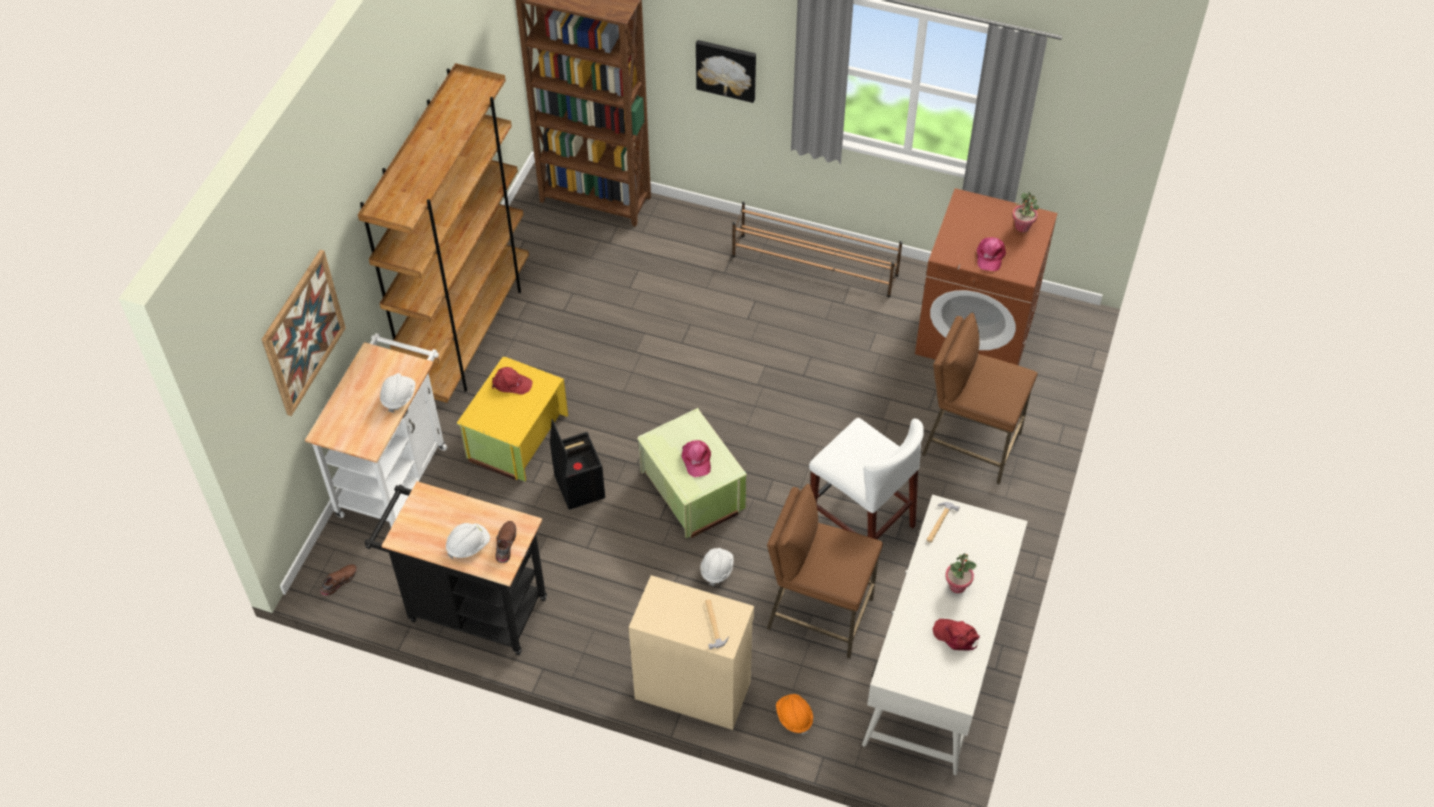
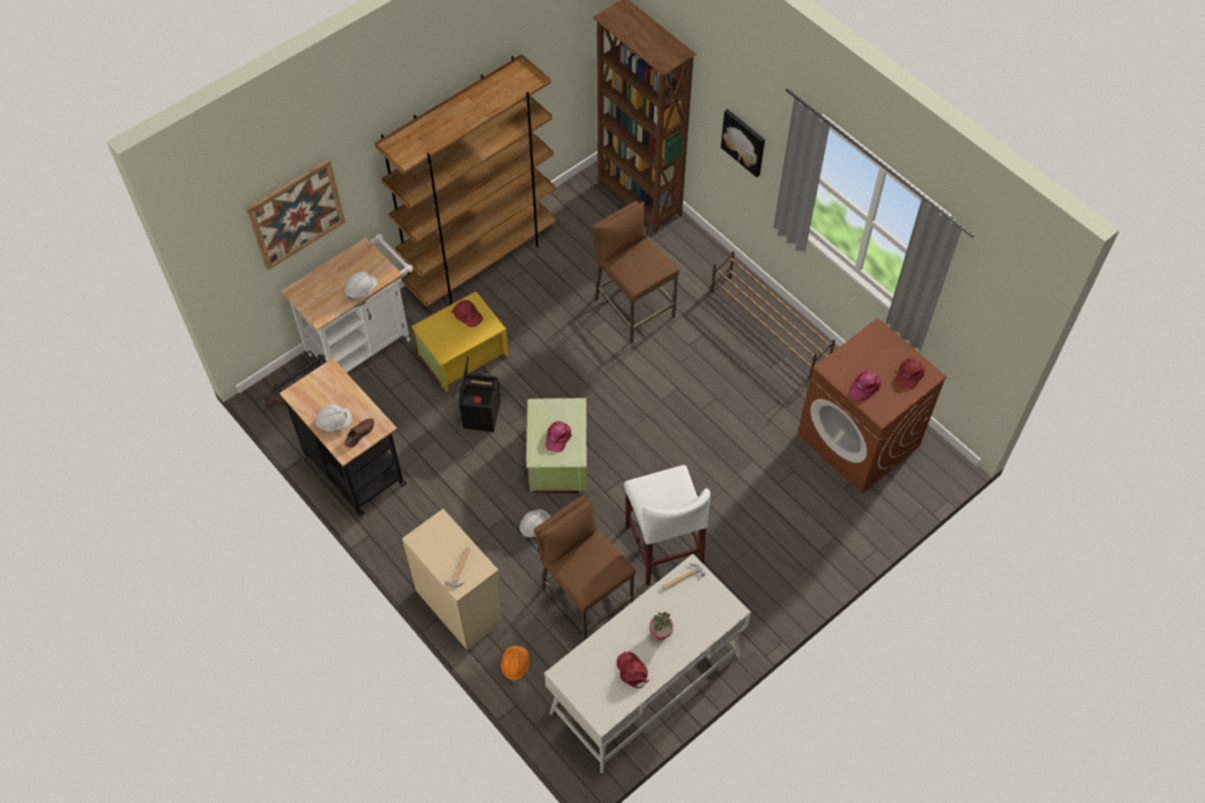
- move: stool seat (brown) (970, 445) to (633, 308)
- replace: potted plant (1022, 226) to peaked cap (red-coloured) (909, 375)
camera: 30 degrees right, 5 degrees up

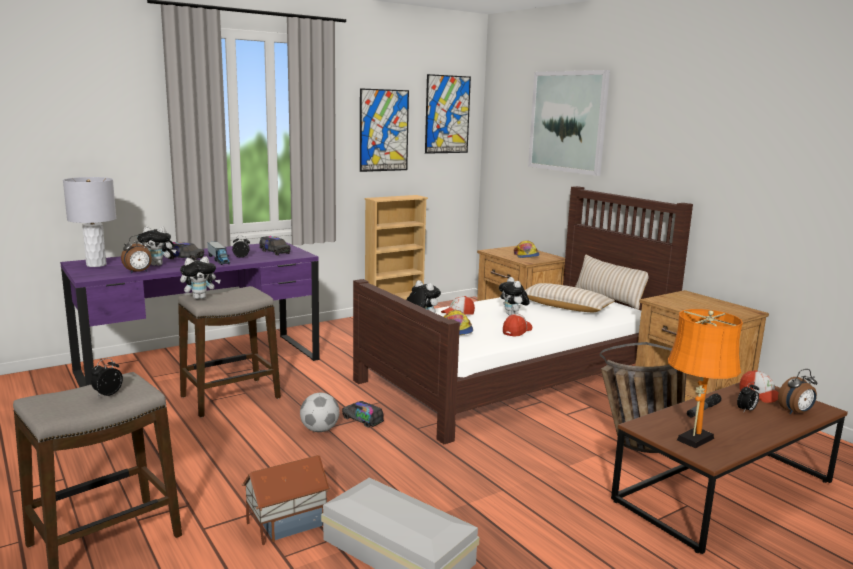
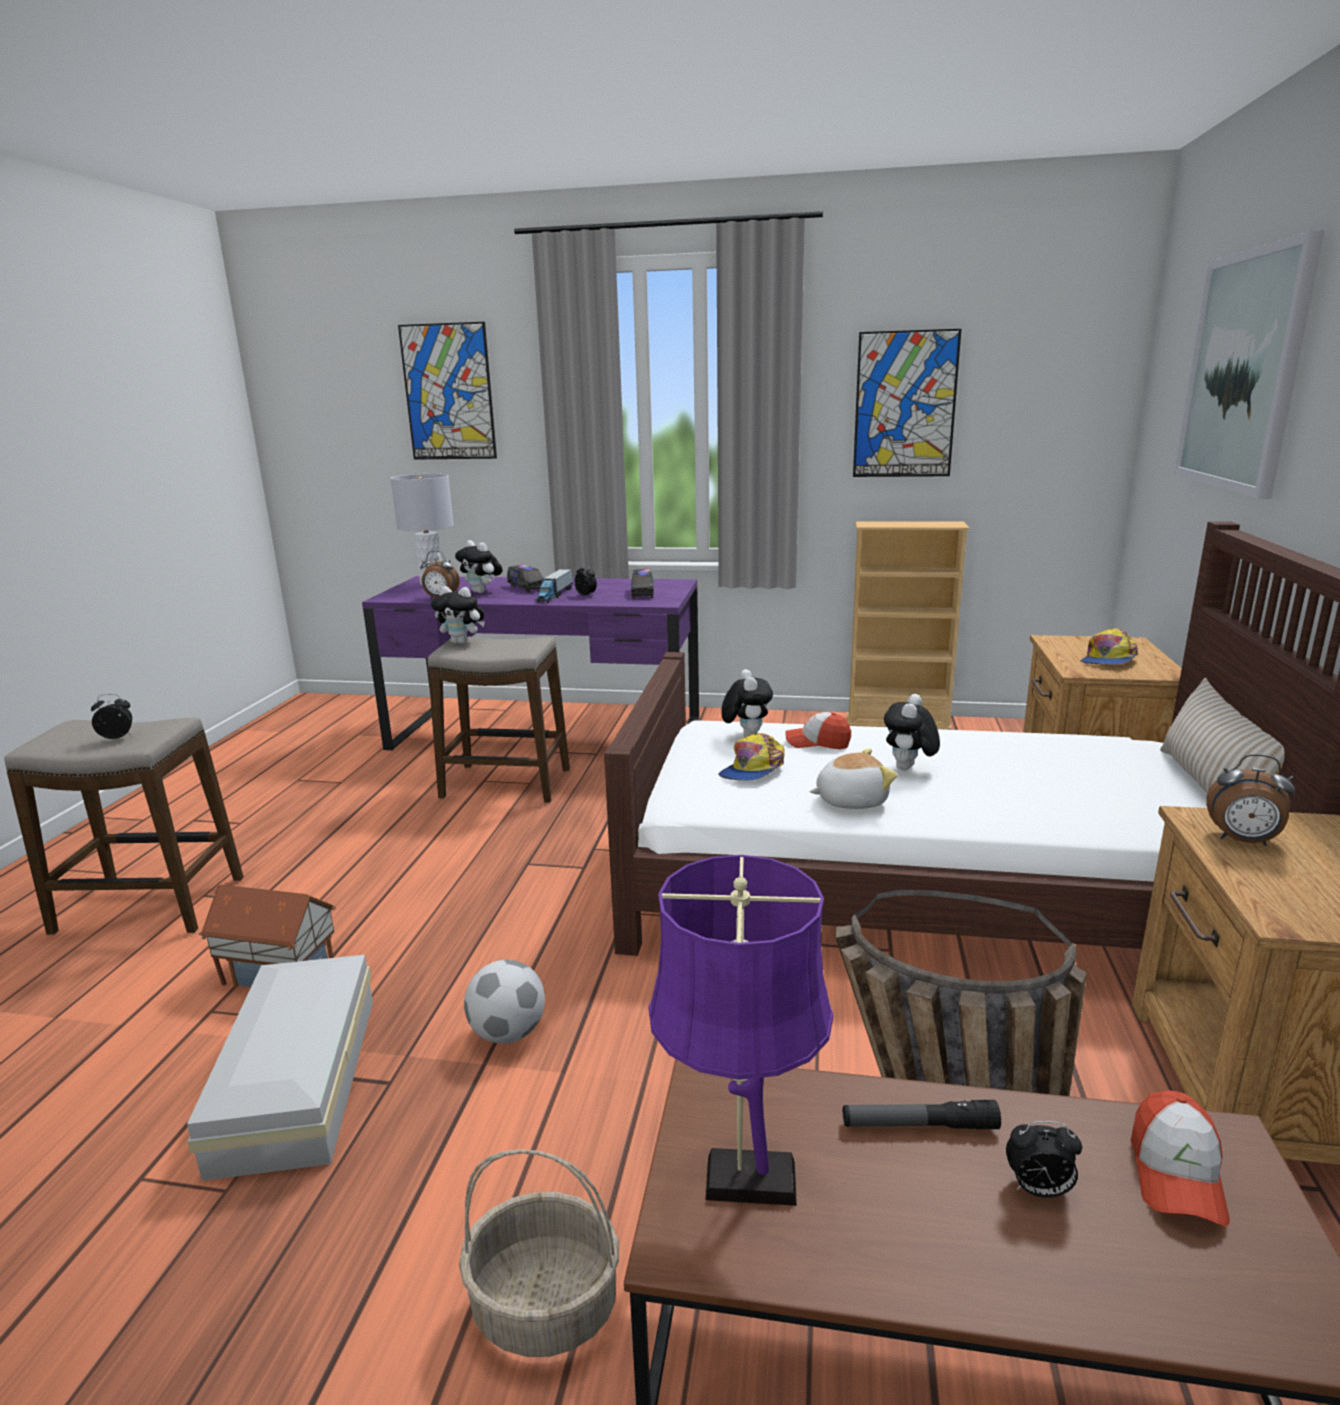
- move: ball for football (319, 430) to (508, 1033)
- delete: toy truck (362, 420)
- move: wall picture (447, 114) to (448, 392)
- replace: peaked cap (517, 331) to cuddly toy (850, 800)
- delete: cushion (sand-coloured) (565, 307)
- recolor: table lamp (orangey) (693, 440) to table lamp (purplish) (740, 1179)
- move: bedside clock (796, 412) to (1242, 841)
- insert: household basket (543, 1307)
camera: 45 degrees right, 5 degrees up

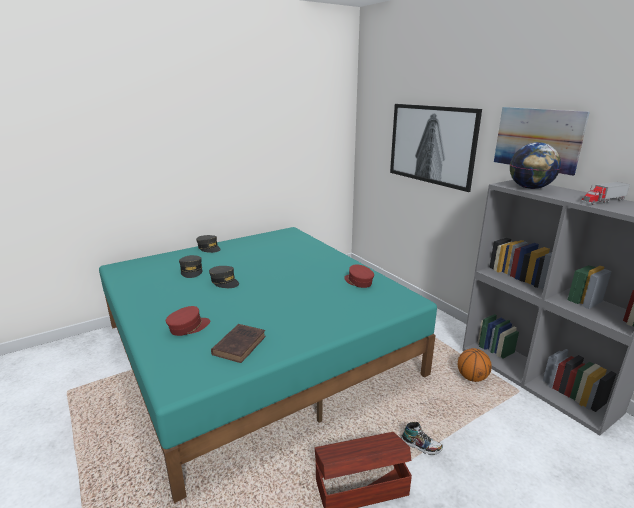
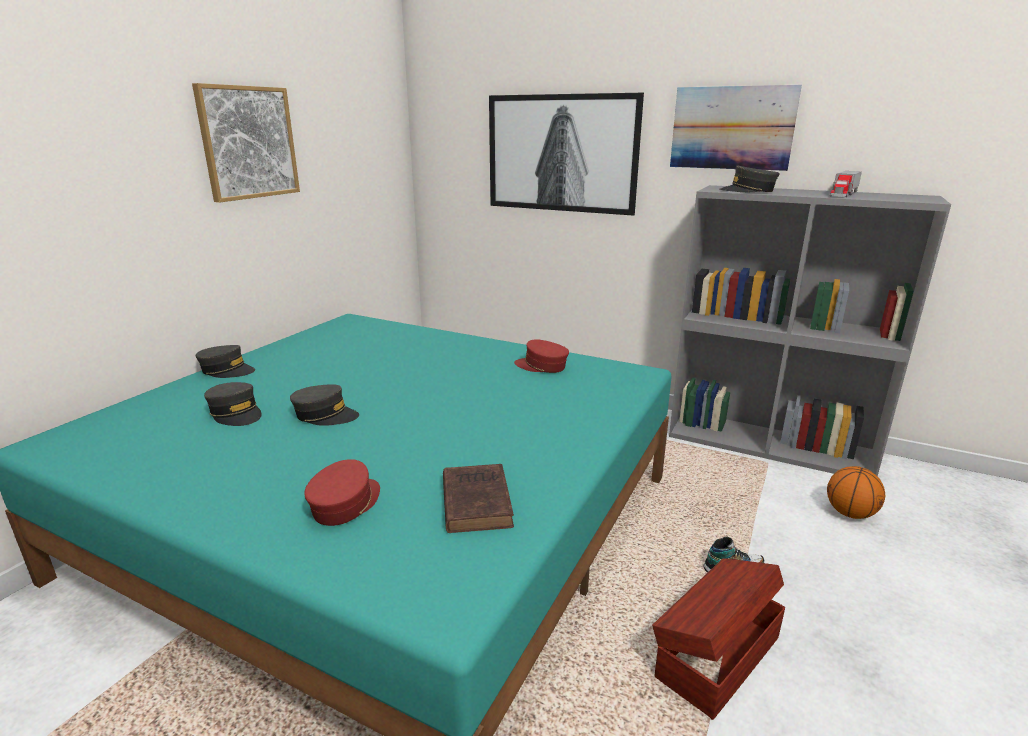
- move: ball for basketball (472, 378) to (850, 513)
- replace: world globe (530, 188) to peaked cap (gray) (748, 191)
- insert: wall picture (248, 143)
camera: 30 degrees left, 0 degrees up

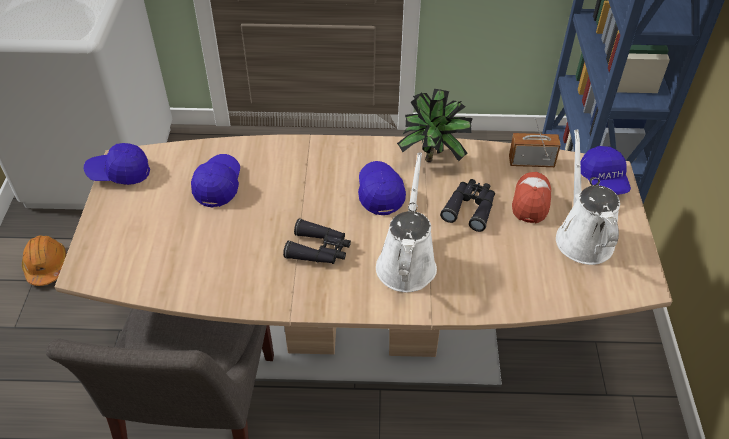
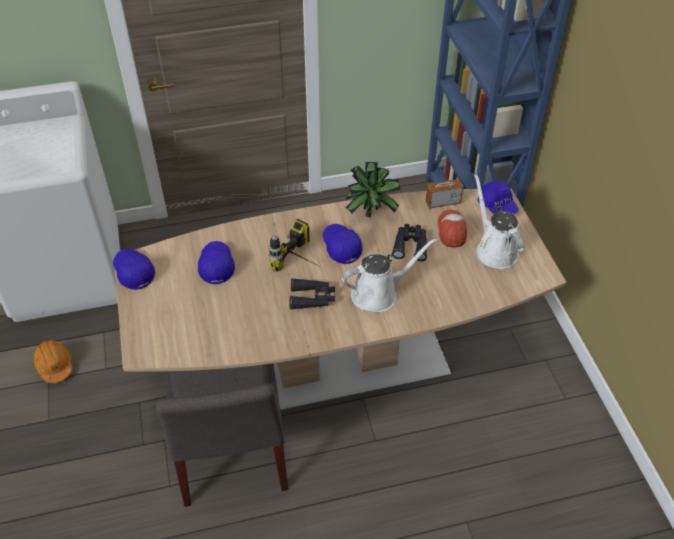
- rotate: peaked cap (blue-coloured) (119, 173) = (134, 273) 75 degrees clockwise
- rotate: watering can (white) (406, 262) = (378, 293) 75 degrees clockwise
- insert: electric drill (302, 264)
camera: 15 degrees left, 0 degrees up

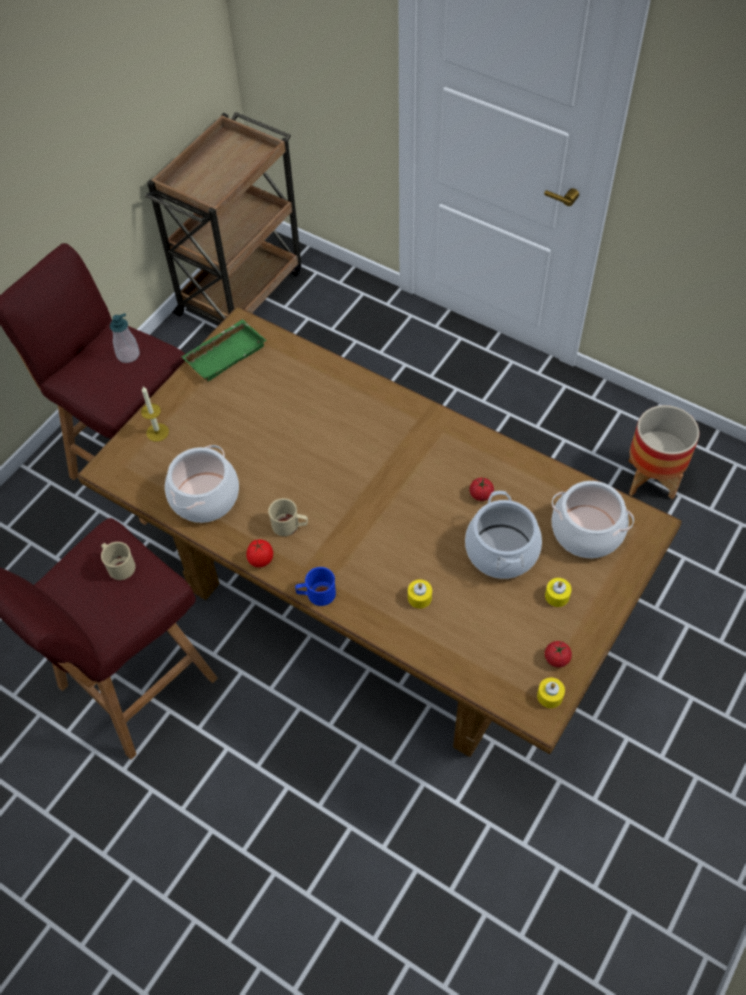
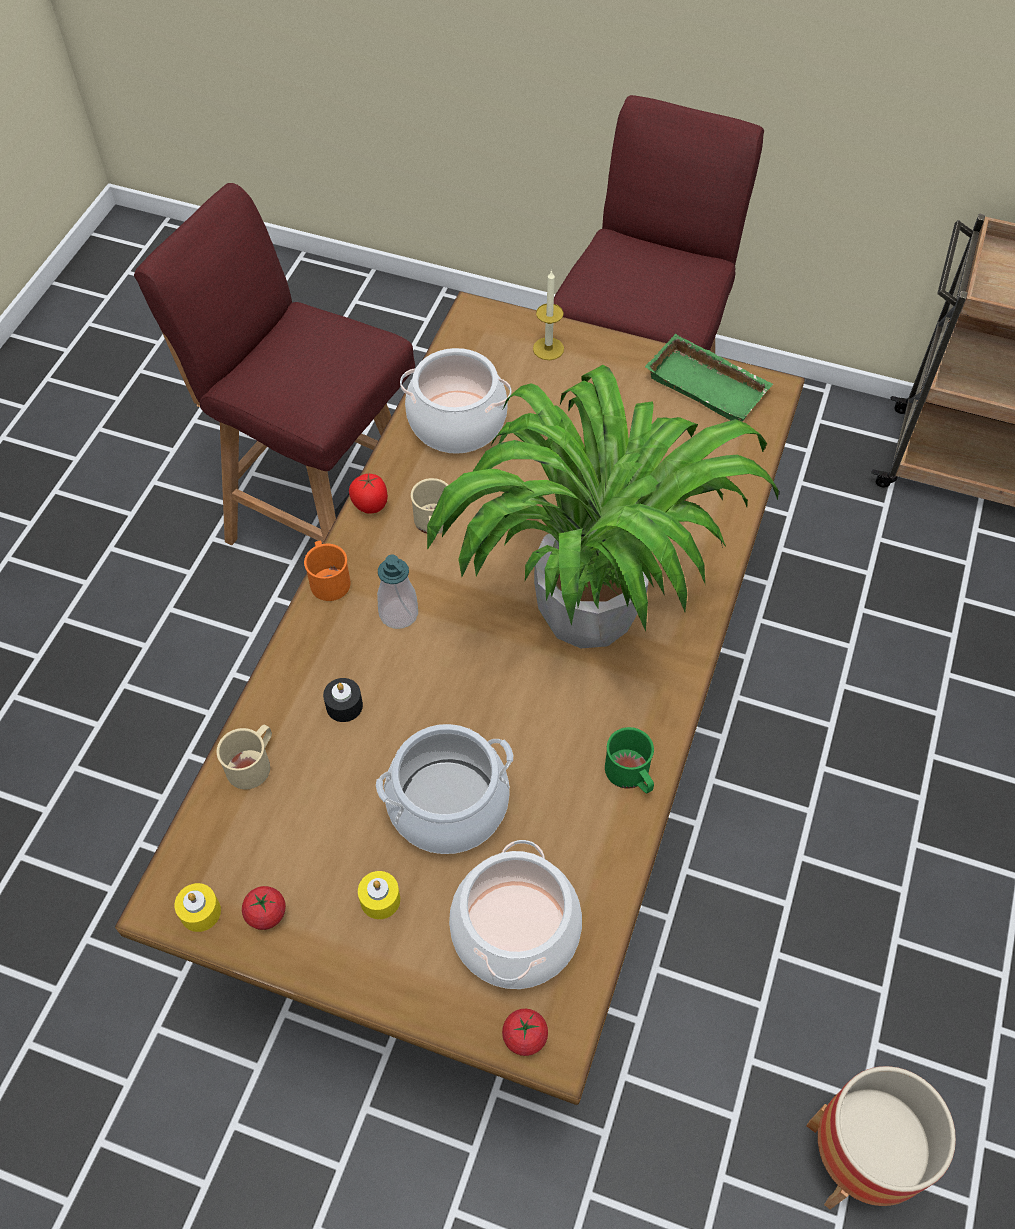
- move: tea mug (sand-coloured) (118, 565) to (253, 763)
- move: soap dispenser (128, 355) to (398, 613)
- recolor: tea mug (blue-coloured) (316, 594) to tea mug (orangey) (328, 579)
- recolor: candle (yellow-coloured) (419, 597) to candle (black) (344, 705)
- move: tomato (481, 494) to (524, 1037)
- insert: potted plant (589, 609)
- insert: tea mug (green) (631, 775)
camera: 75 degrees right, 0 degrees up

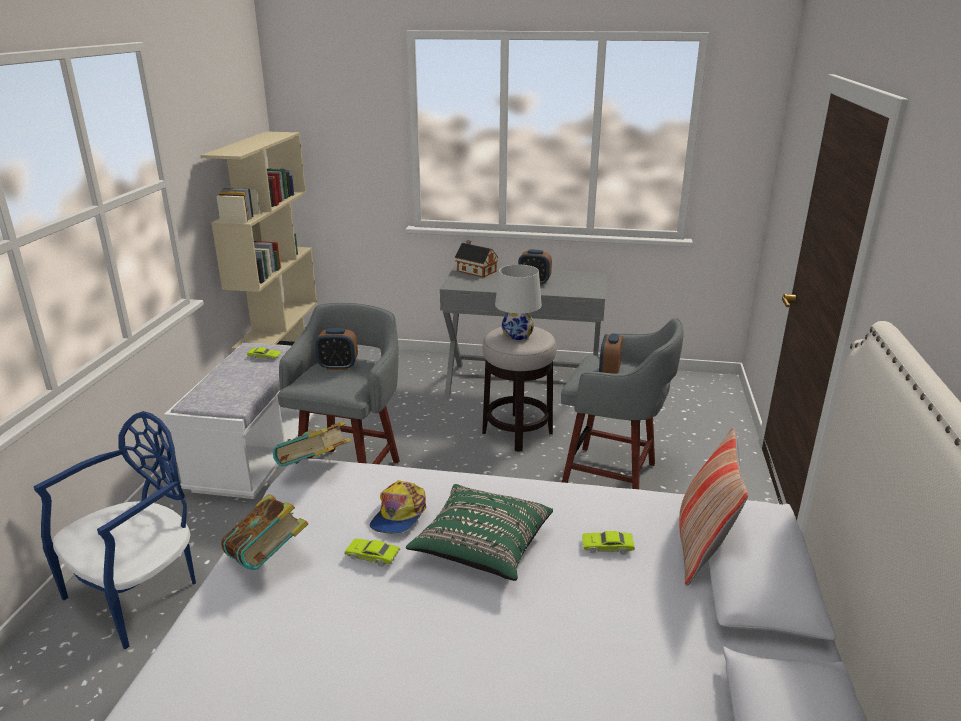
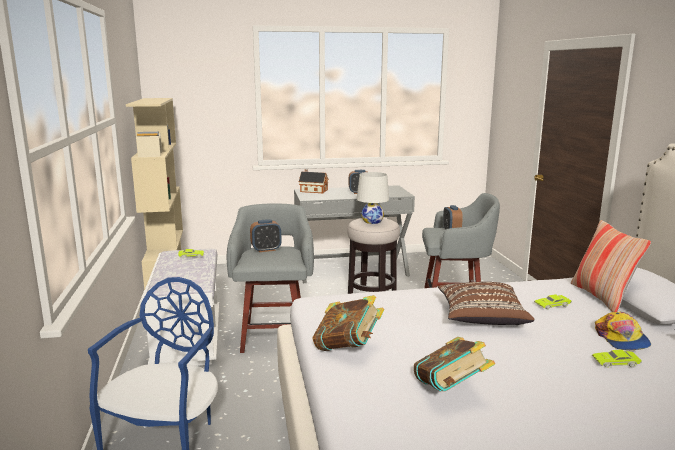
- move: bound book (315, 468) to (450, 391)
- move: model car (green) (372, 556) to (615, 363)
- move: peaked cap (399, 515) to (621, 339)
- recolor: cushion (green) (482, 547) to cushion (brown) (481, 317)
camera: 20 degrees left, 10 degrees down

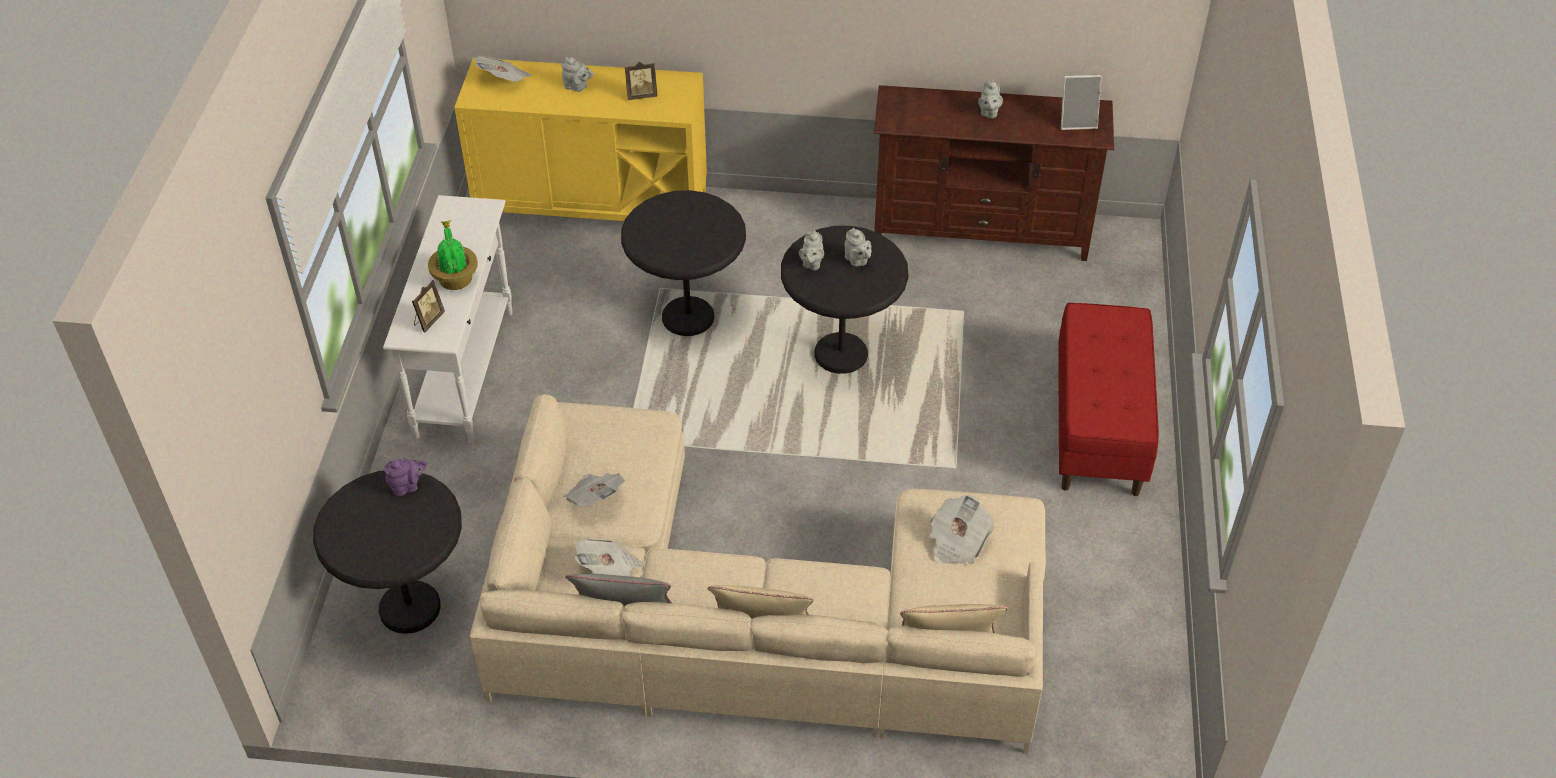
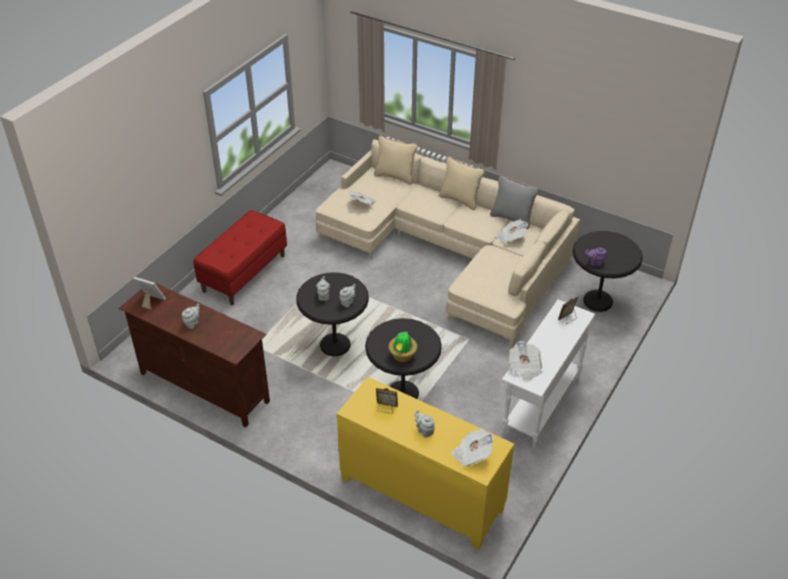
- move: potted plant (455, 278) to (402, 356)
- move: newspaper (595, 498) to (525, 368)
camera: 155 degrees left, 5 degrees down

